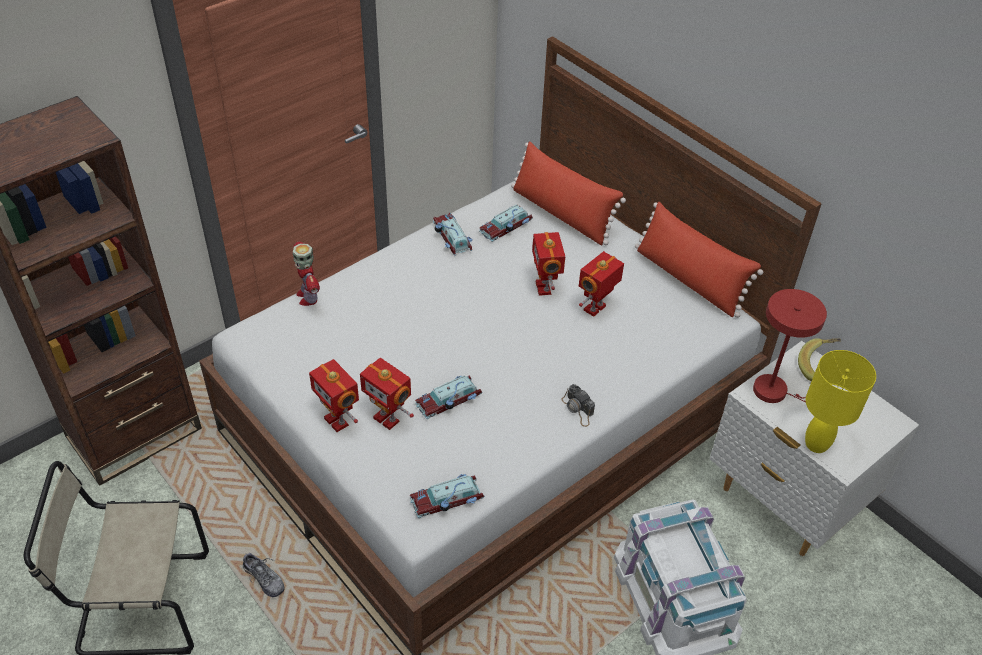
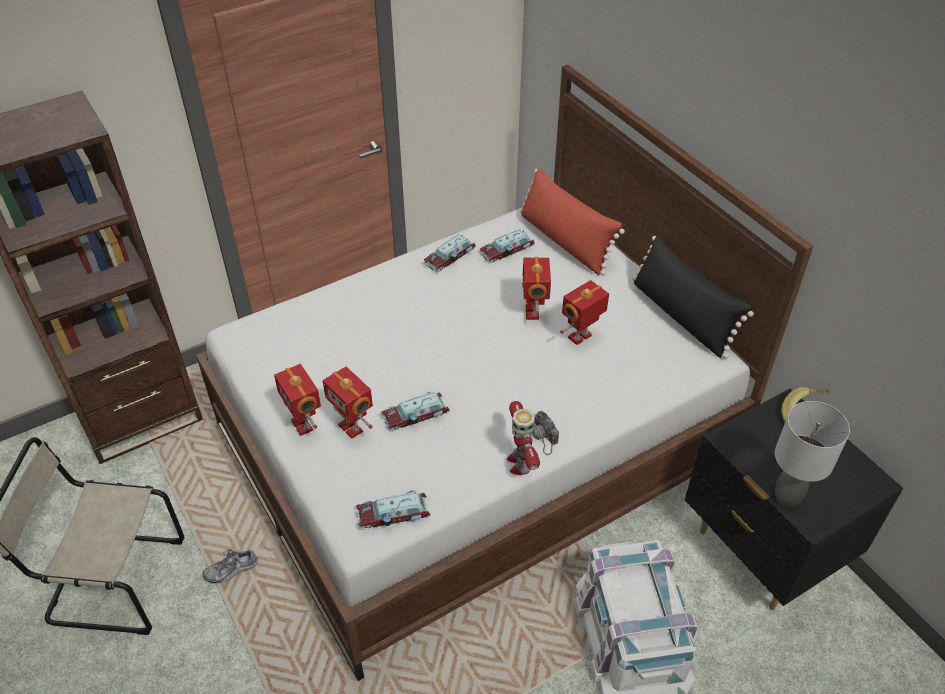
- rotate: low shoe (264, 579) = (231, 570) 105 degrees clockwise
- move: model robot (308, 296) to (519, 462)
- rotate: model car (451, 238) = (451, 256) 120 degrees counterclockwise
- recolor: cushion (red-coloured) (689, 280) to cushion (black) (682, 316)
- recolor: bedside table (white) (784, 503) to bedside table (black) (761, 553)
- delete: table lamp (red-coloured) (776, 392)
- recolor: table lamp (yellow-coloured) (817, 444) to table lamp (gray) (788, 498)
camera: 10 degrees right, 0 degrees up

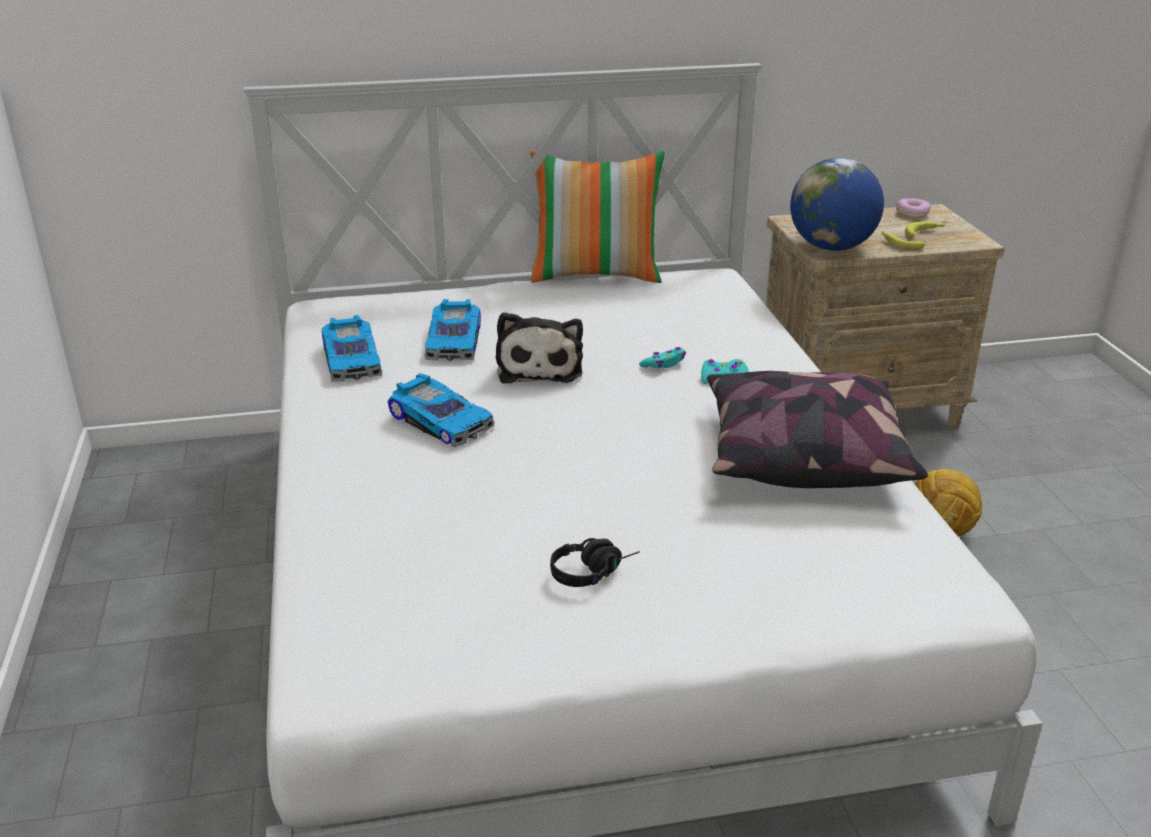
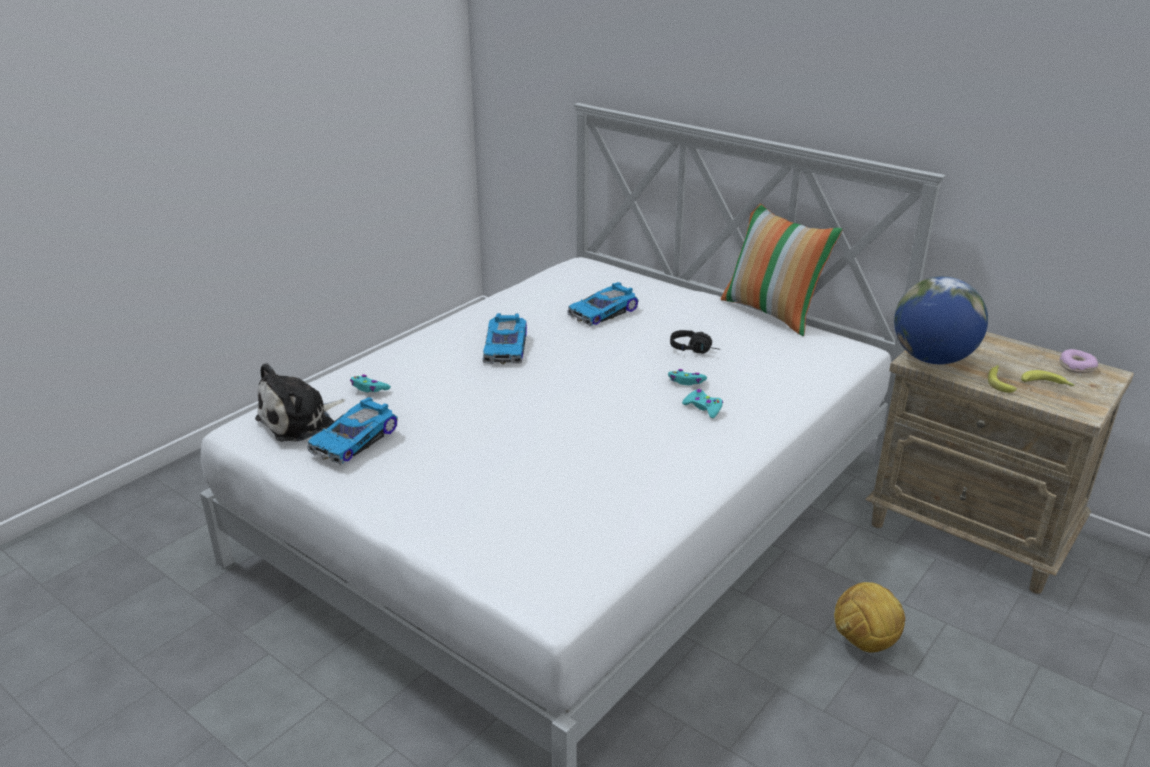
- move: model car (353, 359) to (355, 440)
- move: cuddly toy (540, 367) to (301, 421)
- move: pair of headphones (black) (593, 571) to (695, 350)
- delete: cushion (802, 455)
- insert: game controller (turquoise-coloured) (369, 388)
camera: 50 degrees right, 0 degrees up

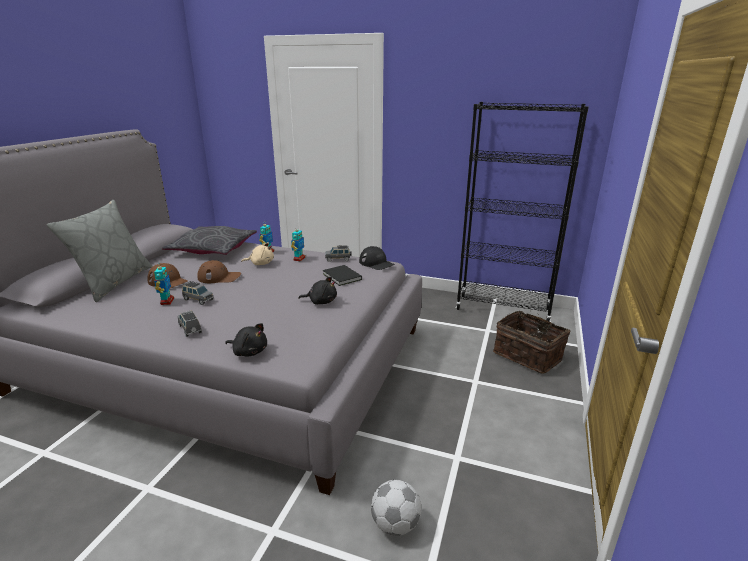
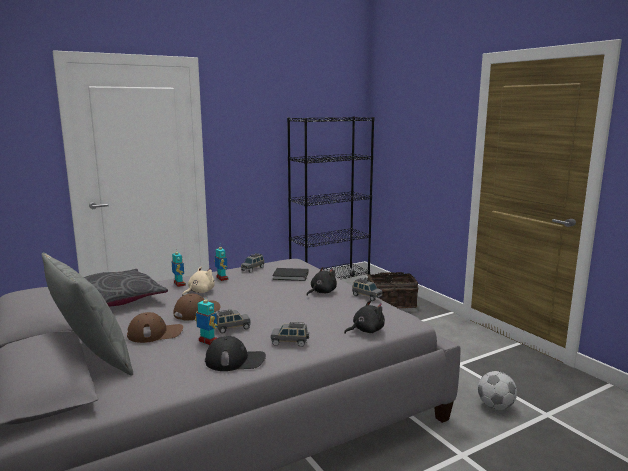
- move: peaked cap (black) (376, 263) to (235, 360)
- insert: model car (gray) (366, 296)
camera: 50 degrees left, 10 degrees down

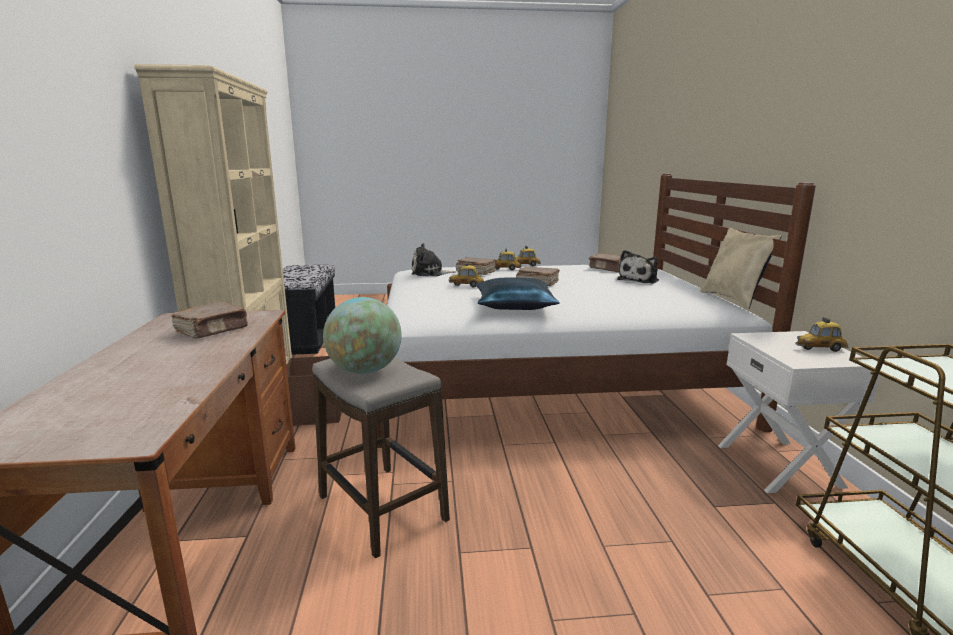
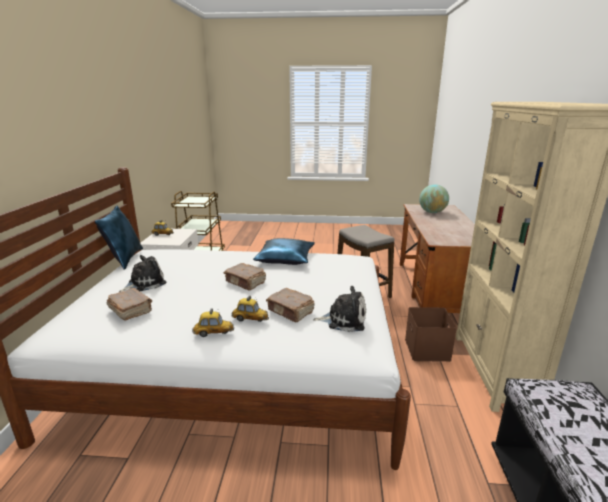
- delete: bound book (brown) (213, 330)
- move: world globe (365, 371) to (432, 212)
- delete: model car (466, 286)
- recolor: cushion (sand-coloured) (733, 299) to cushion (blue-coloured) (125, 259)
camera: 170 degrees left, 5 degrees up

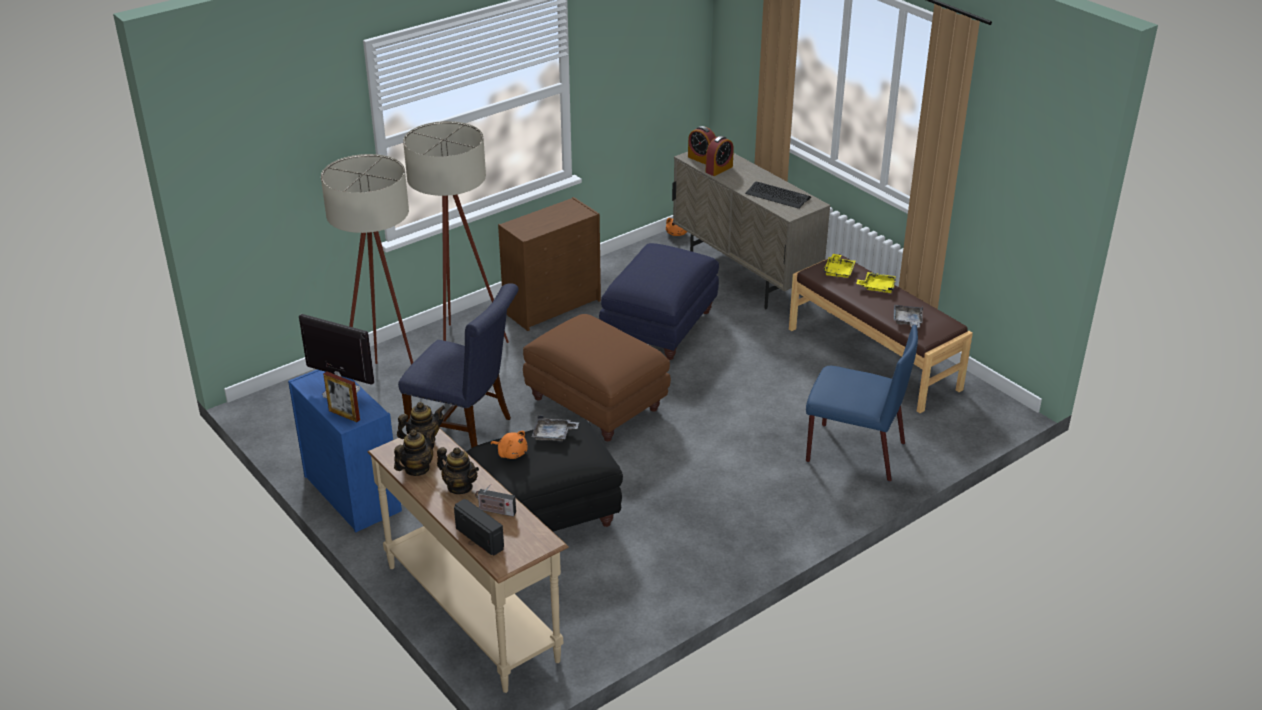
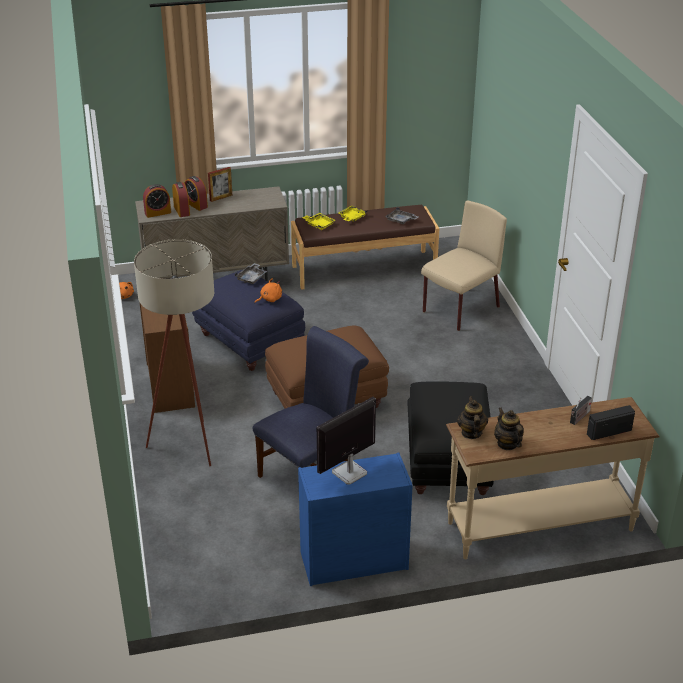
- delete: standing lamp (sand-coloured) (388, 389)
- move: photo frame (344, 415) to (221, 198)
- delete: teapot (460, 487)
- move: cuddly toy (orangey) (511, 453) to (269, 299)
- move: serving tray (gray) (553, 435) to (251, 278)
- delete: PC keyboard (777, 196)
- recolor: plain chair (blue-coloured) (853, 452) to plain chair (sand-coloured) (460, 310)
- insert: bedside clock (196, 204)
camera: 65 degrees left, 0 degrees up

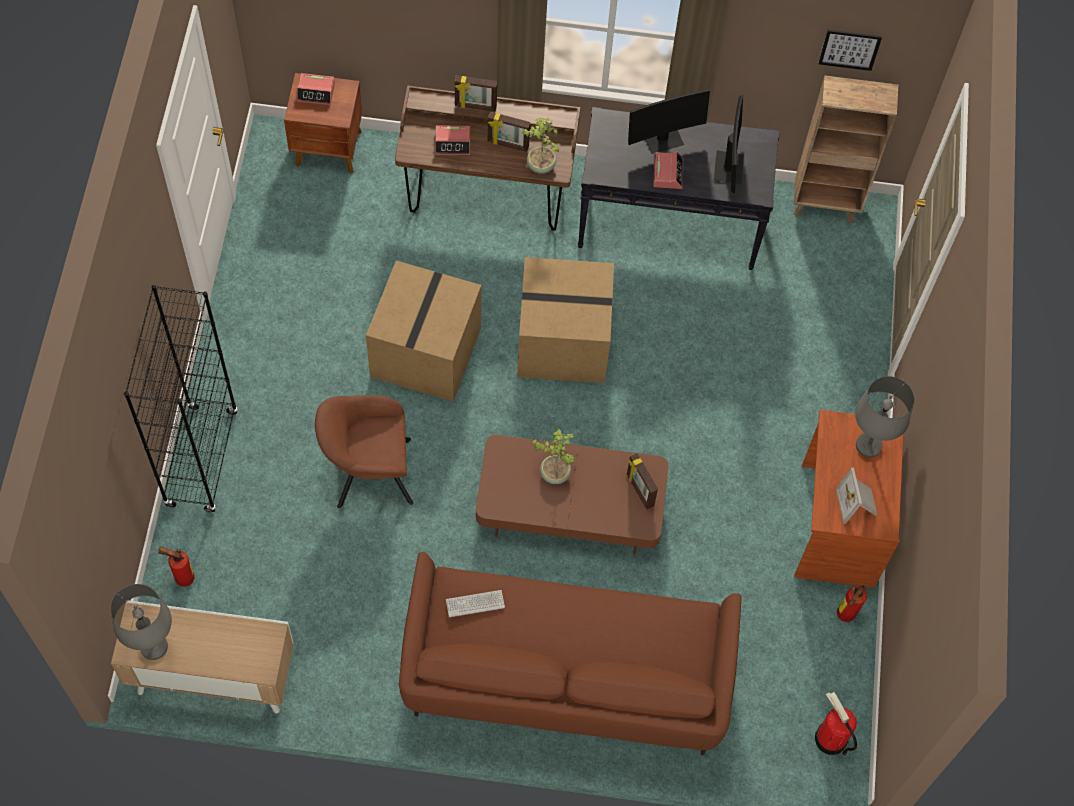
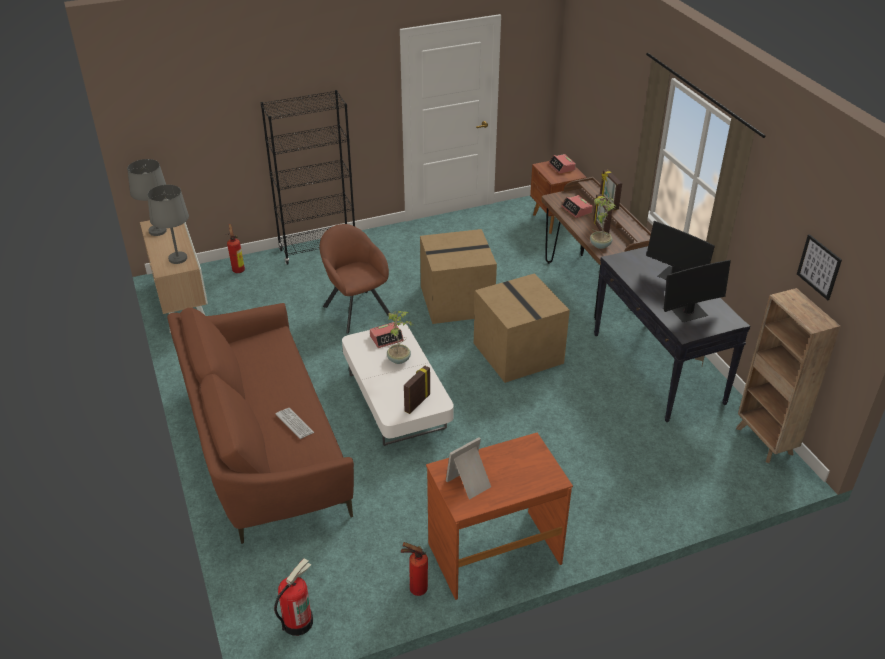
- move: PC keyboard (475, 604) to (294, 423)
- recolor: coffee table (brown) (570, 507) to coffee table (white) (396, 401)
- move: bedside clock (668, 173) to (386, 338)
- move: table lamp (gray) (869, 445) to (178, 259)
camera: 65 degrees right, 25 degrees down

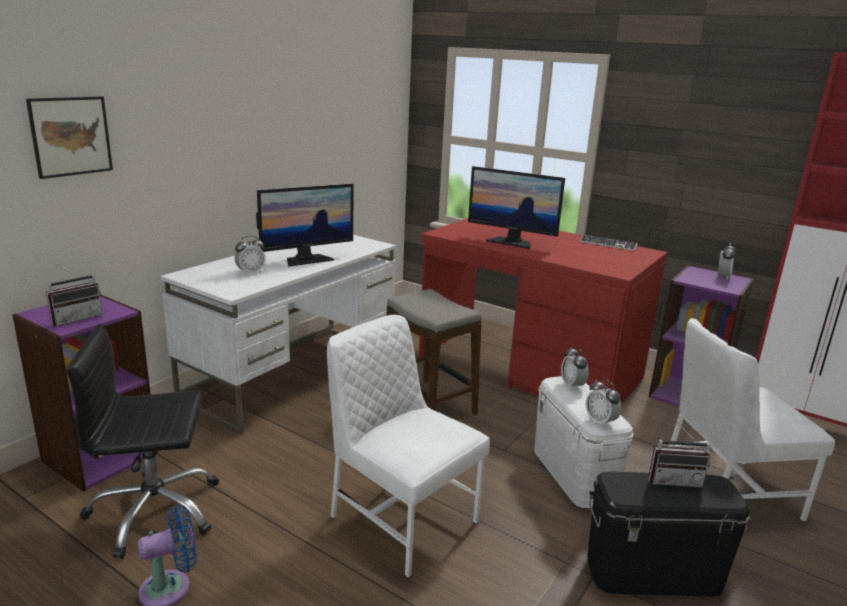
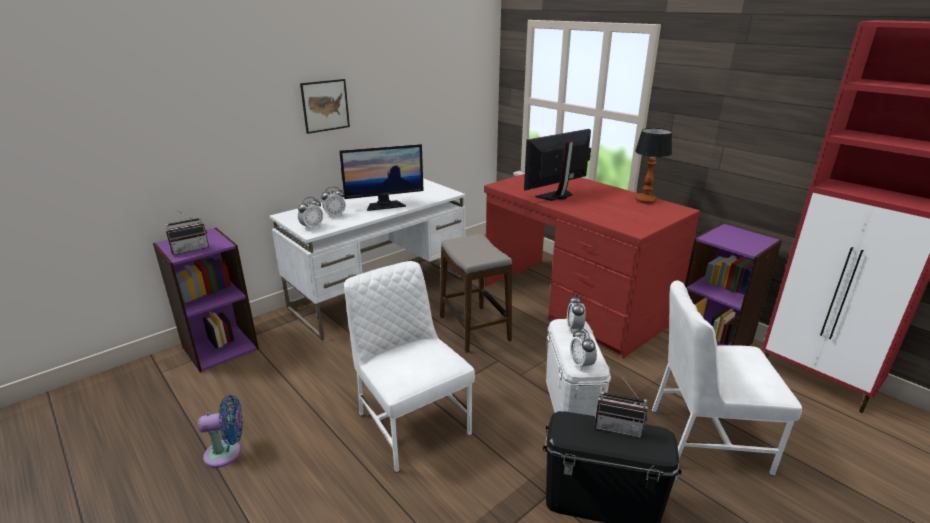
- move: wall picture (71, 136) to (325, 106)
- delete: computer chair (black) (154, 511)
- rotate: monitor (511, 242) = (557, 196) 105 degrees clockwise
- replace: PC keyboard (607, 244) to table lamp (646, 200)
- move: bedside clock (723, 277) to (312, 227)
camera: 15 degrees right, 5 degrees up

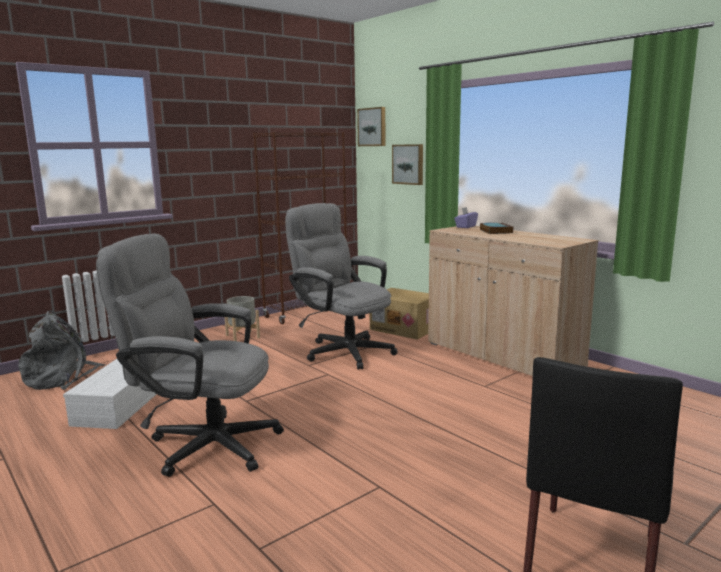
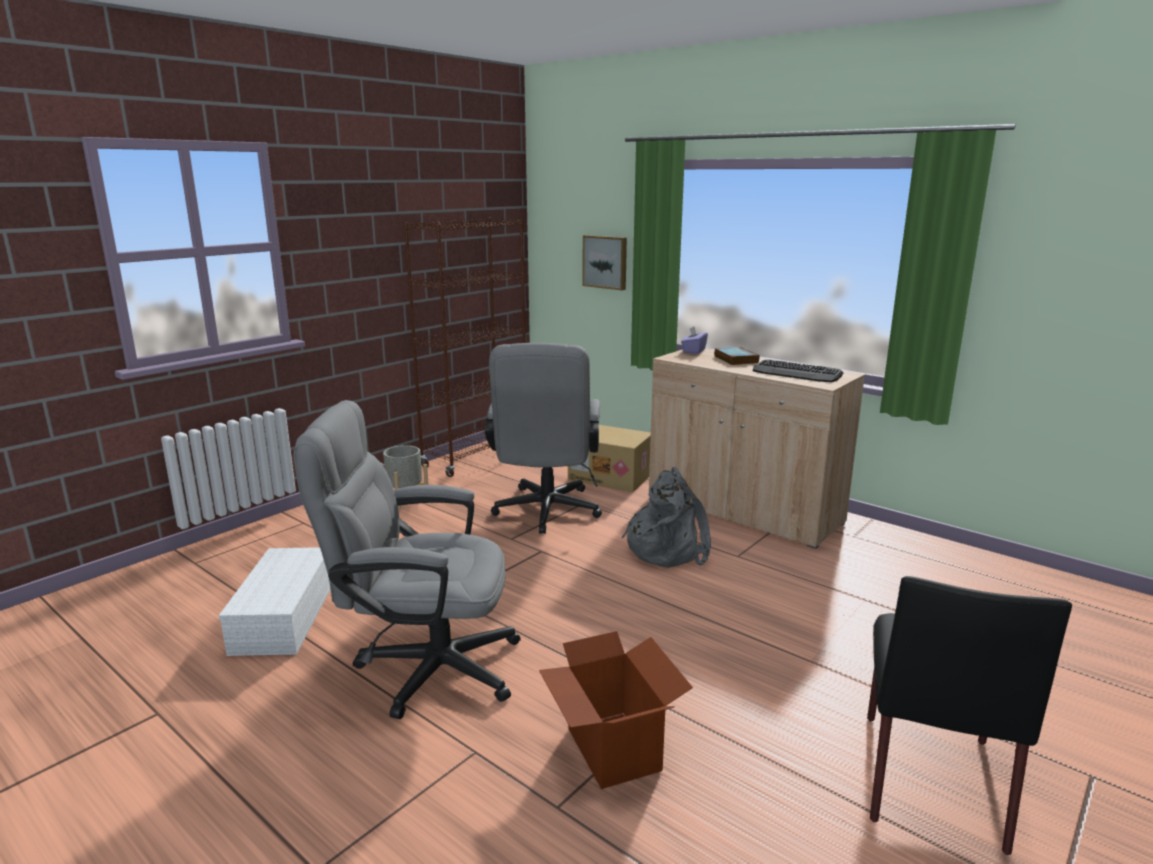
- move: knapsack (gray) (62, 377) to (667, 549)
- rotate: computer chair (gray) (343, 350) = (546, 513) 120 degrees counterclockwise
- delete: wall picture (372, 127)
- insert: carton (612, 750)
- insert: PC keyboard (797, 373)
camera: 10 degrees left, 5 degrees up

